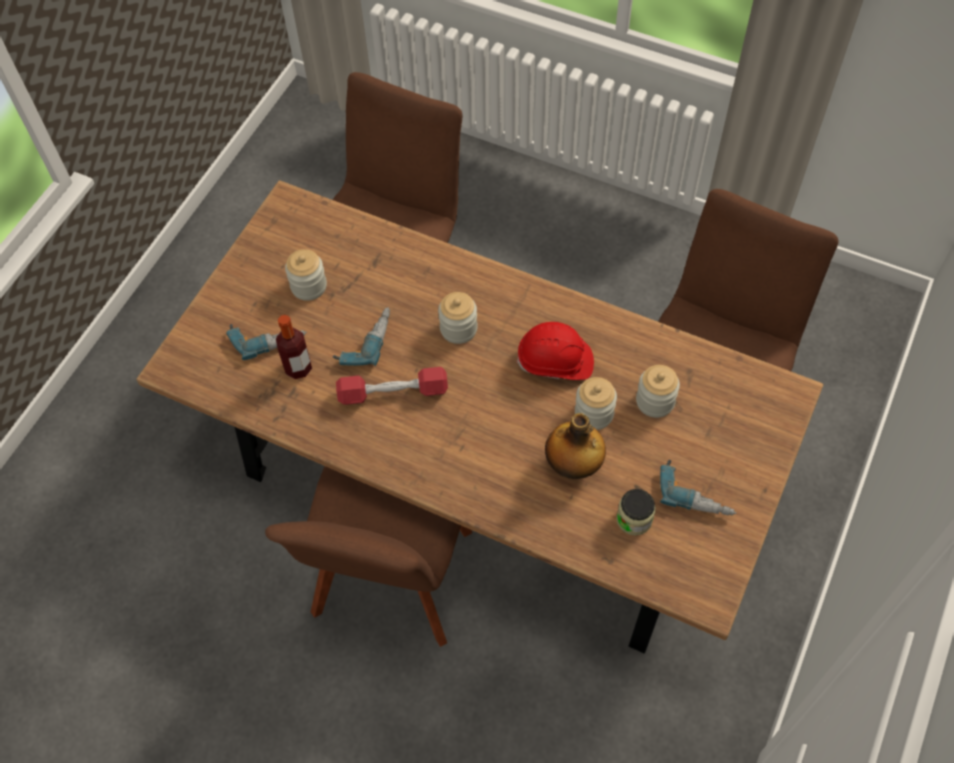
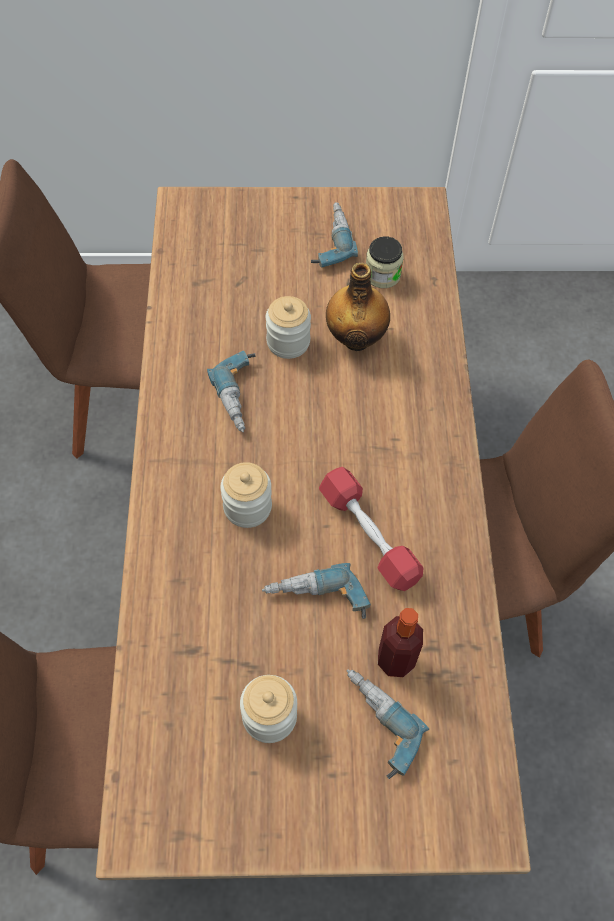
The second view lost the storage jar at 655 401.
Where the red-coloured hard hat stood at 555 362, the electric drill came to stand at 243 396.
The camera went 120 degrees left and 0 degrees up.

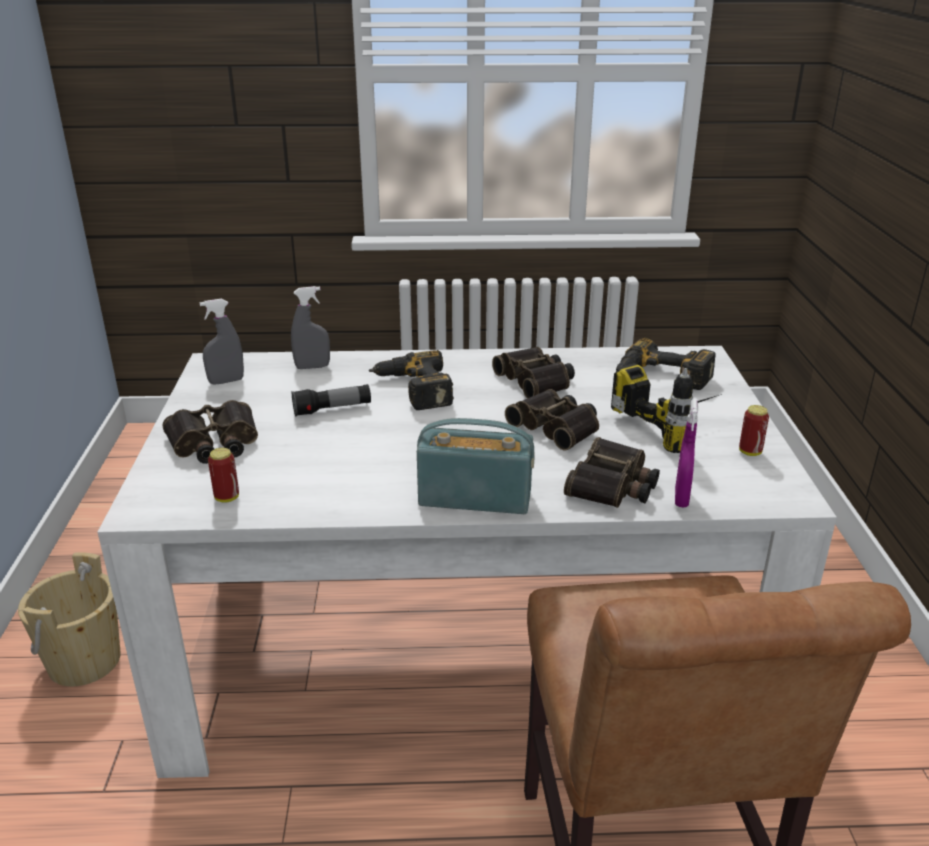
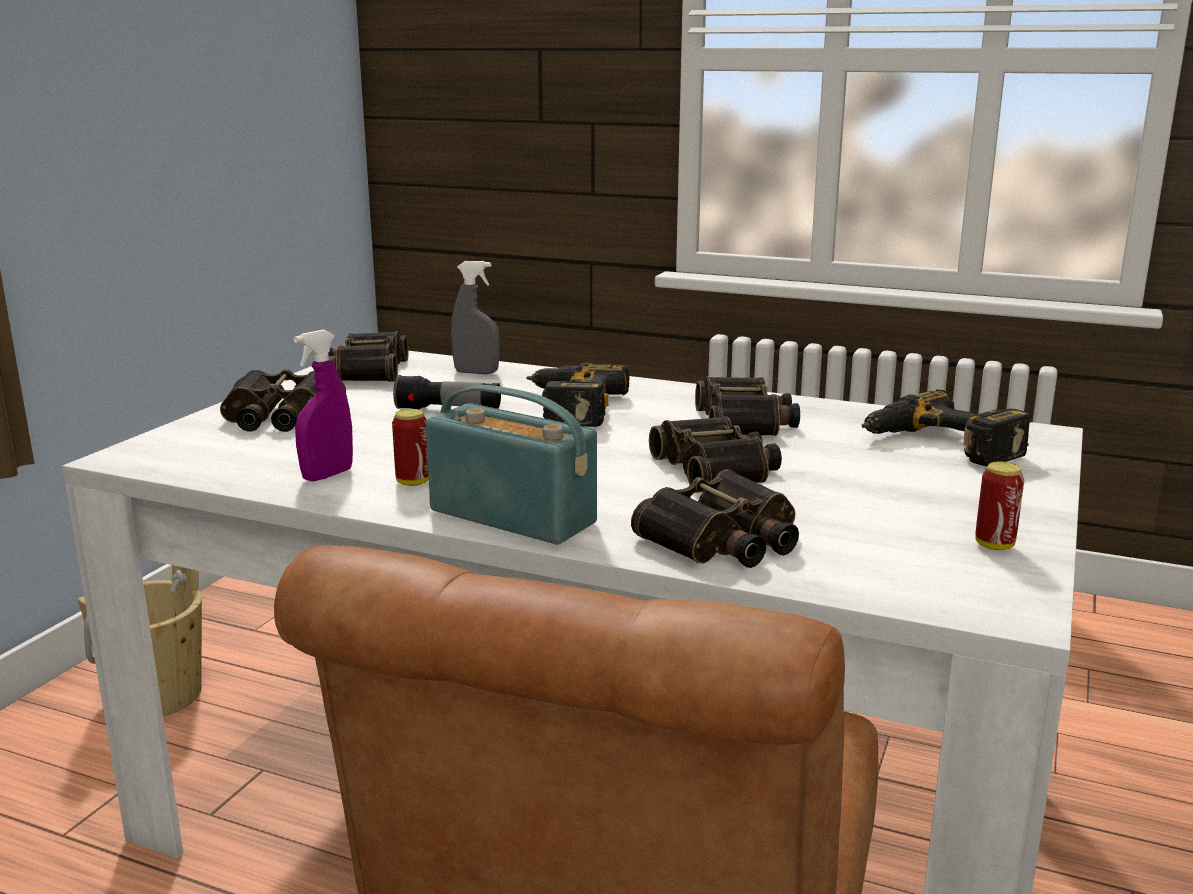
The second view lost the electric drill at 677 425.
The metal can ended up elsewhere, having gone from 227 498 to 413 482.
The purplish sprayer ended up elsewhere, having gone from 681 498 to 327 475.
Where the grey sprayer stood at 226 381, the field glasses came to stand at 365 371.
The camera went 25 degrees right and 10 degrees down.

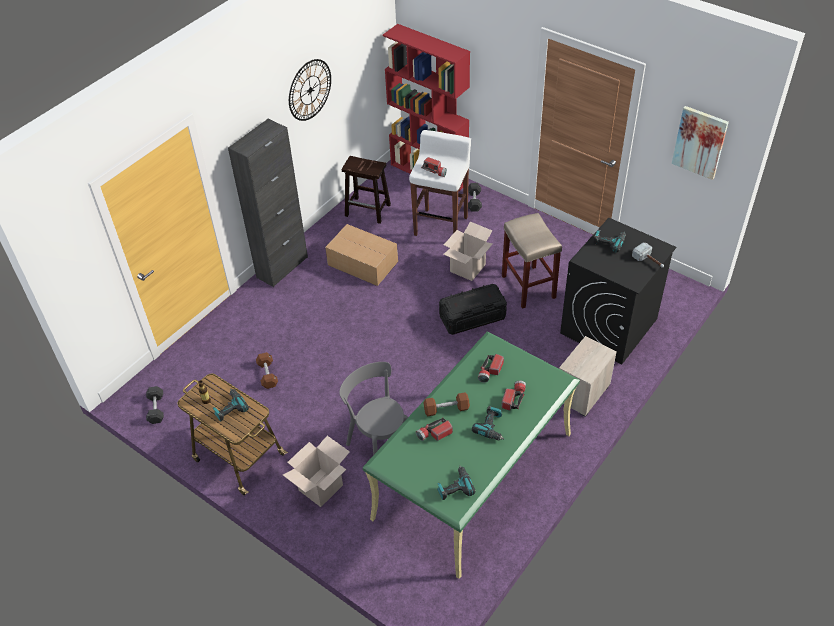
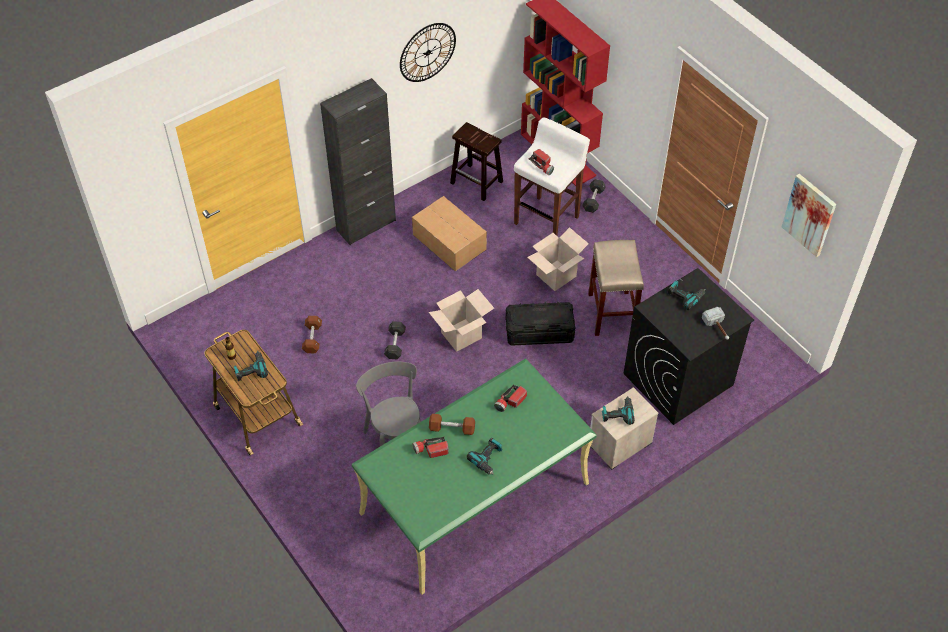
The second view lost the hand torch at 513 398.
The grey free weight ended up elsewhere, having gone from 156 409 to 395 344.
The packing box ended up elsewhere, having gone from 321 488 to 461 335.
The electric drill ended up elsewhere, having gone from 454 487 to 617 413.
The camera went 15 degrees right and 5 degrees up.

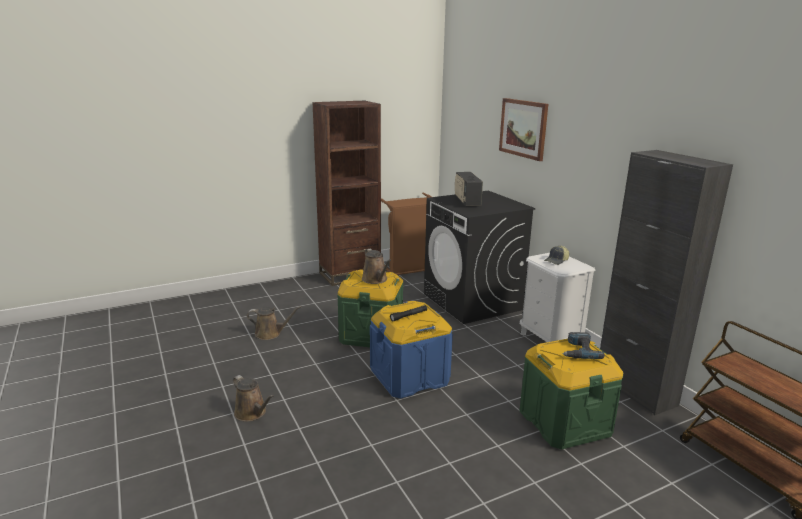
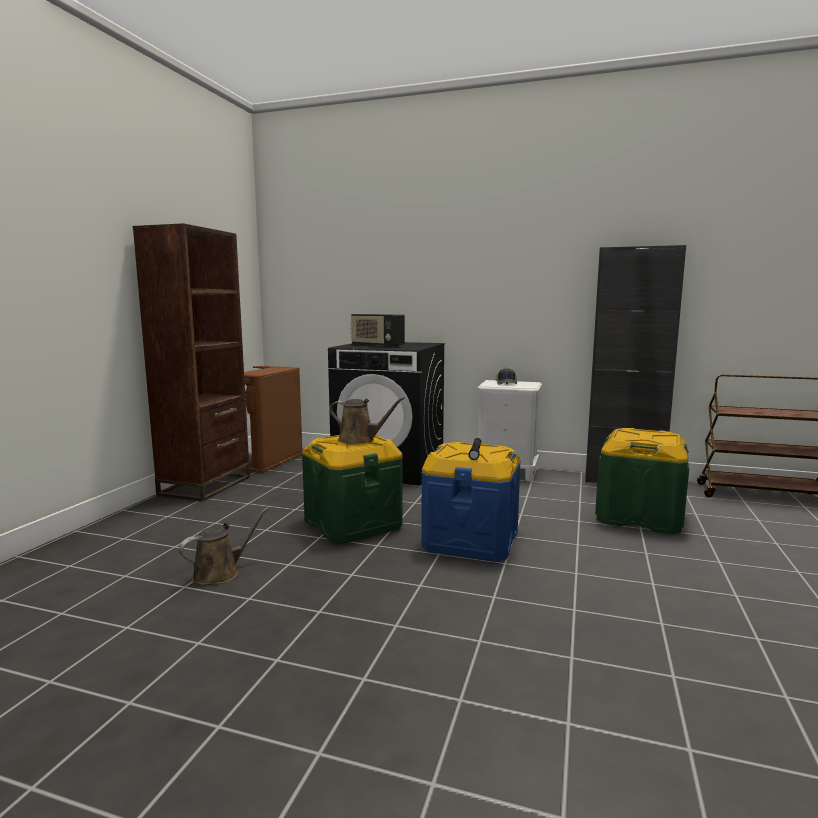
The second view lost the brownish watering can at 252 413.
The second view lost the picture at 523 128.
The second view lost the electric drill at 578 350.
The camera went 45 degrees left and 10 degrees down.

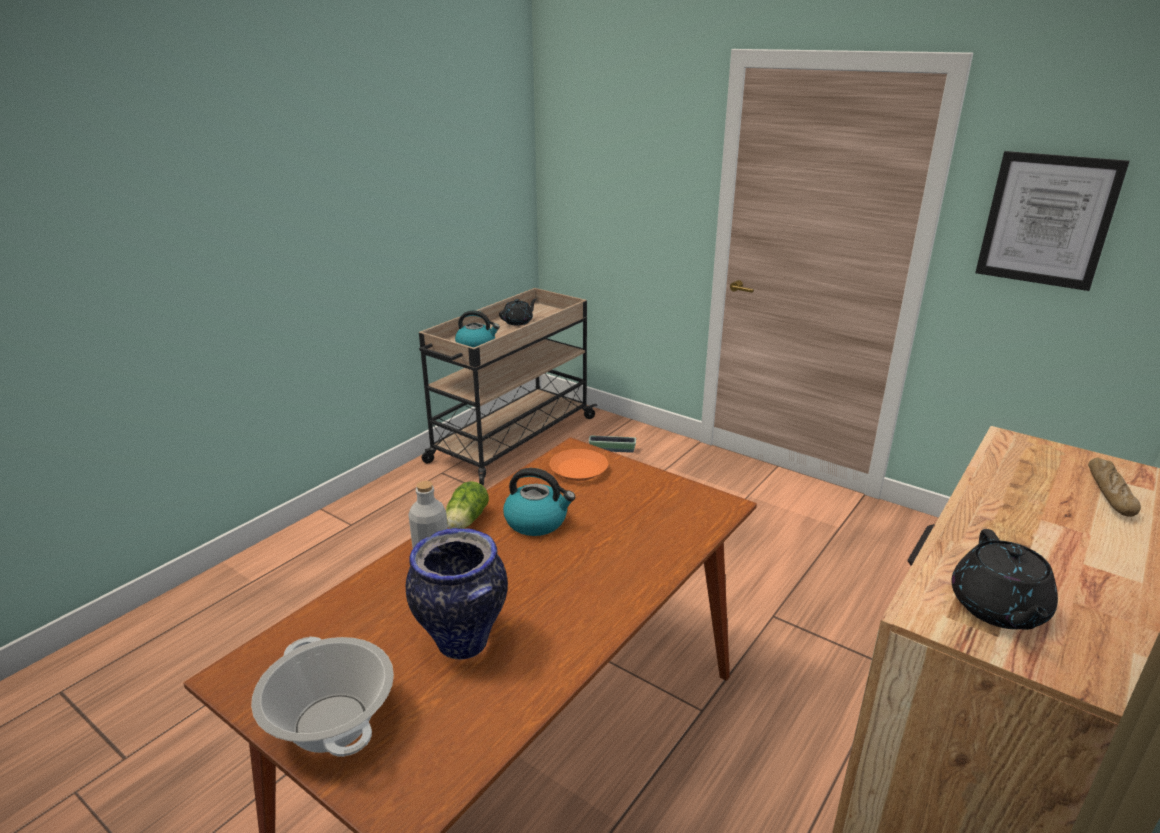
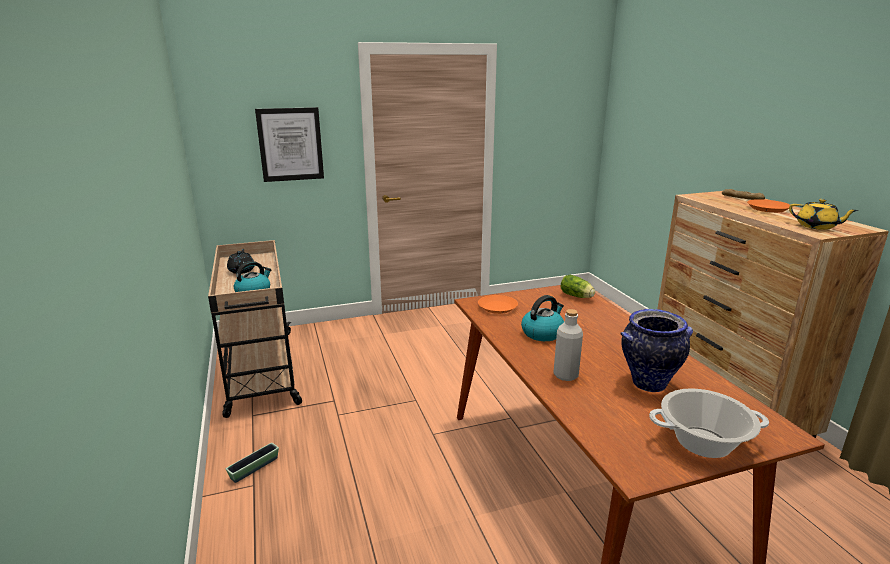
The second view gained the orange-coloured plate at 767 209.
The head of lettuce ended up elsewhere, having gone from 465 522 to 577 296.
The planter ended up elsewhere, having gone from 612 449 to 254 468.
The picture ended up elsewhere, having gone from 1047 220 to 290 144.
What was the blackish tea pot at 998 609 turned into the yellow tea pot at 816 226.
The camera went 55 degrees left and 5 degrees down.

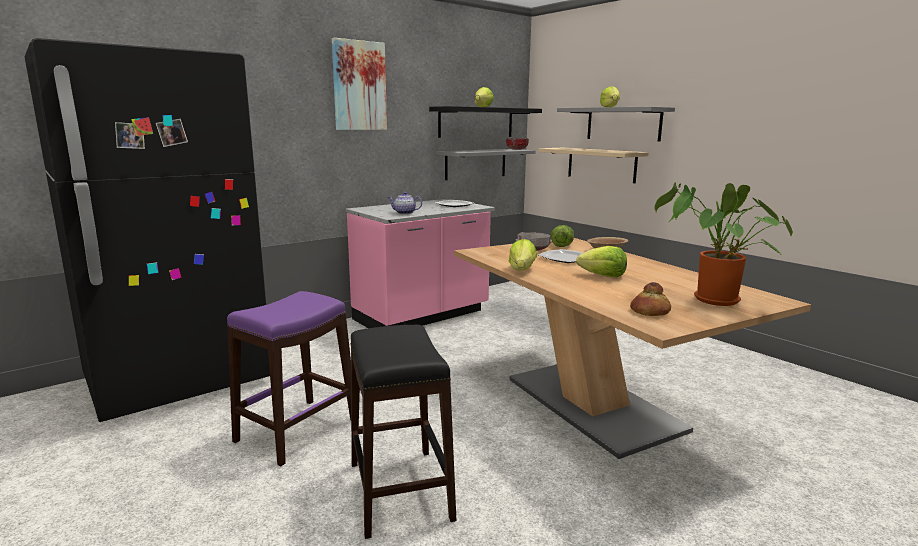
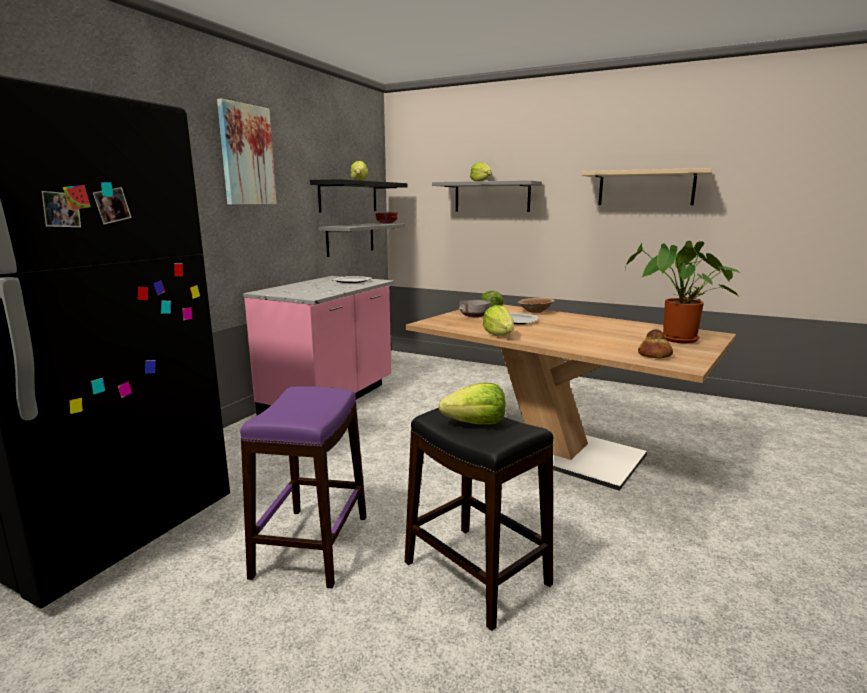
The second view lost the tea pot at 404 213.
The sand-coloured wall shelf ended up elsewhere, having gone from 601 164 to 646 188.
The head of lettuce ended up elsewhere, having gone from 603 276 to 476 423.
The camera went 25 degrees left and 0 degrees up.

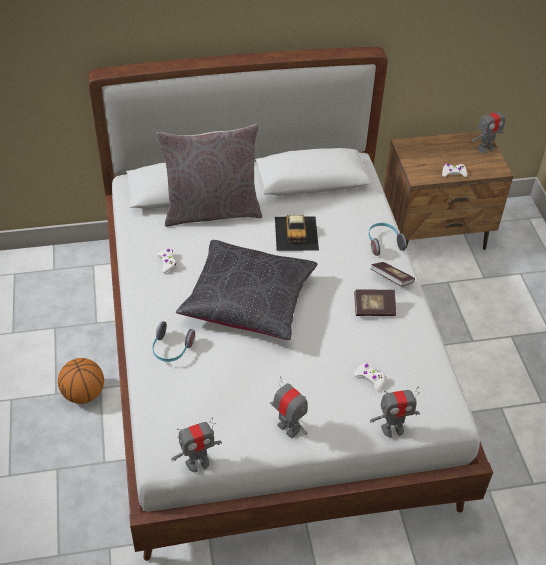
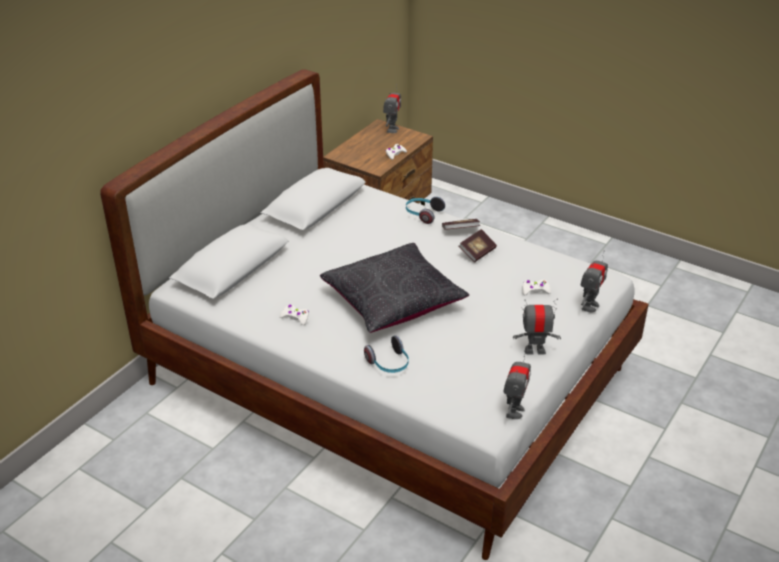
The second view lost the ball for basketball at 83 394.
The second view lost the grey throw pillow at 212 211.
The second view lost the toy car at 296 233.
The camera went 45 degrees left and 10 degrees down.

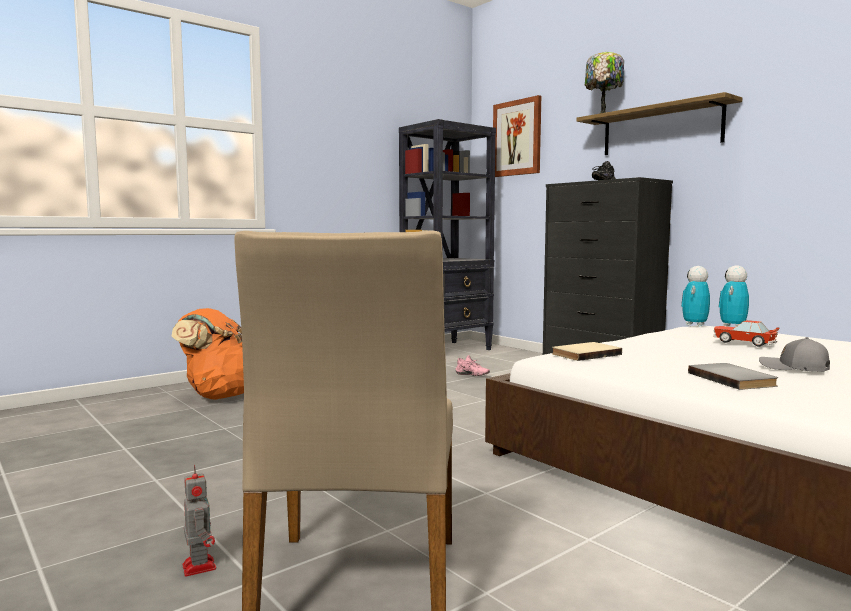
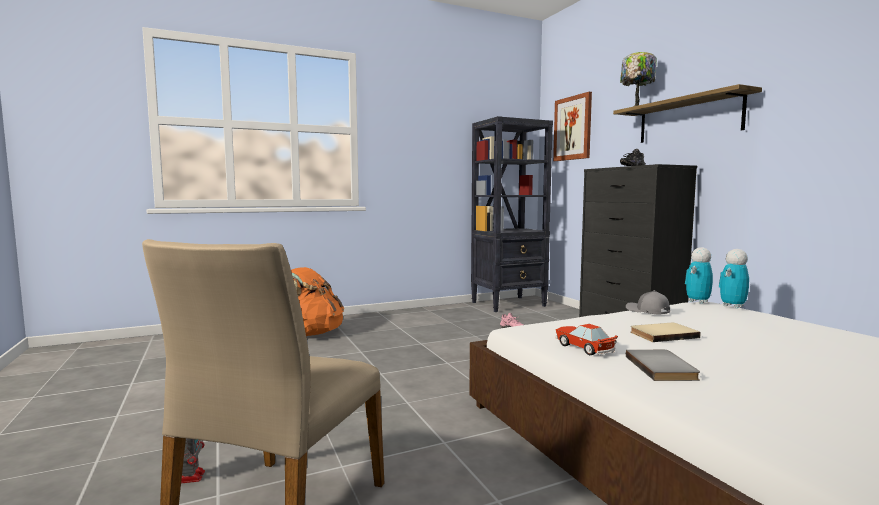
The sand-coloured volume ended up elsewhere, having gone from 584 354 to 662 334.
The toy car ended up elsewhere, having gone from 743 342 to 583 348.
The grey baseball cap ended up elsewhere, having gone from 794 368 to 647 311.
The camera went 15 degrees right and 0 degrees up.

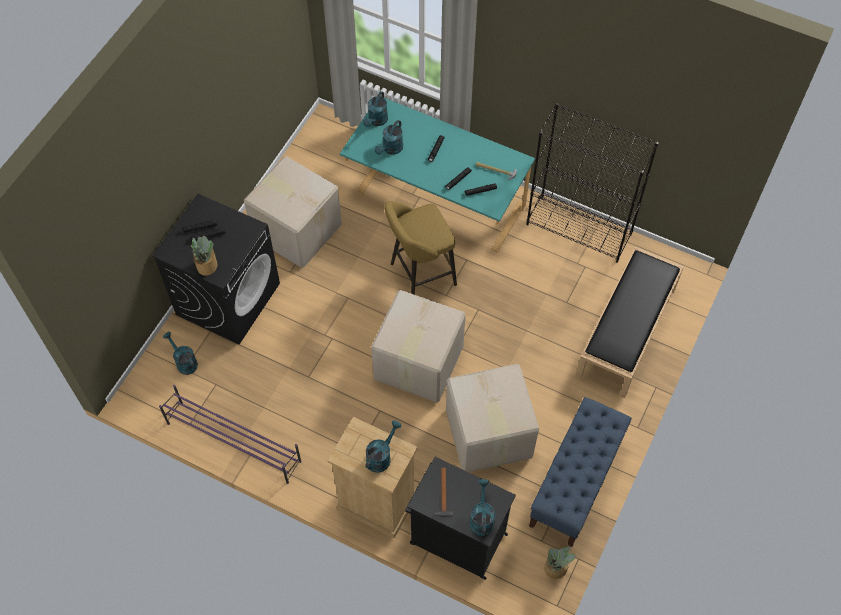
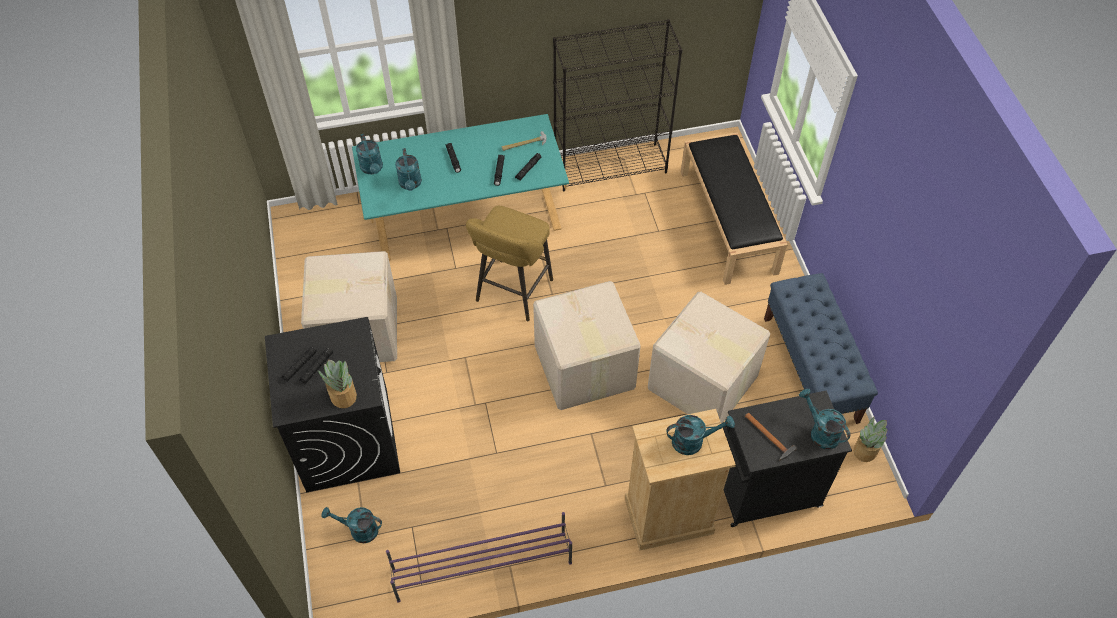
The turquoise watering can at 381 456 ended up facing another way, 90 degrees clockwise from before.
The camera went 40 degrees left and 5 degrees down.

